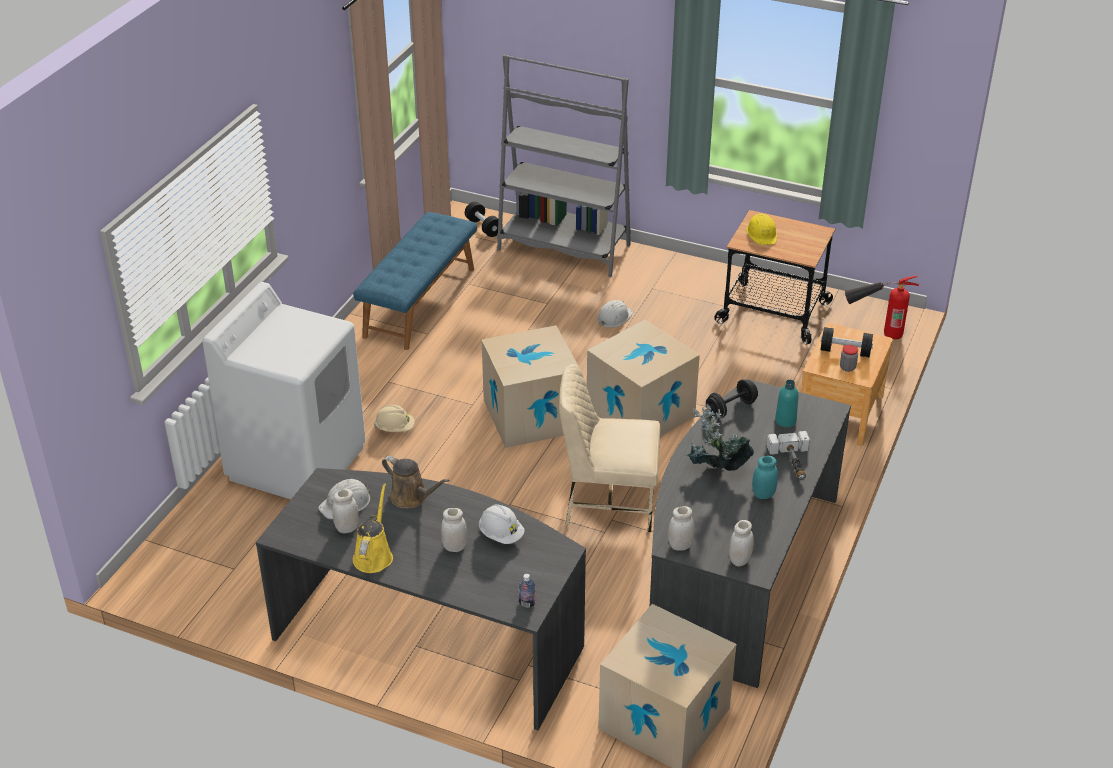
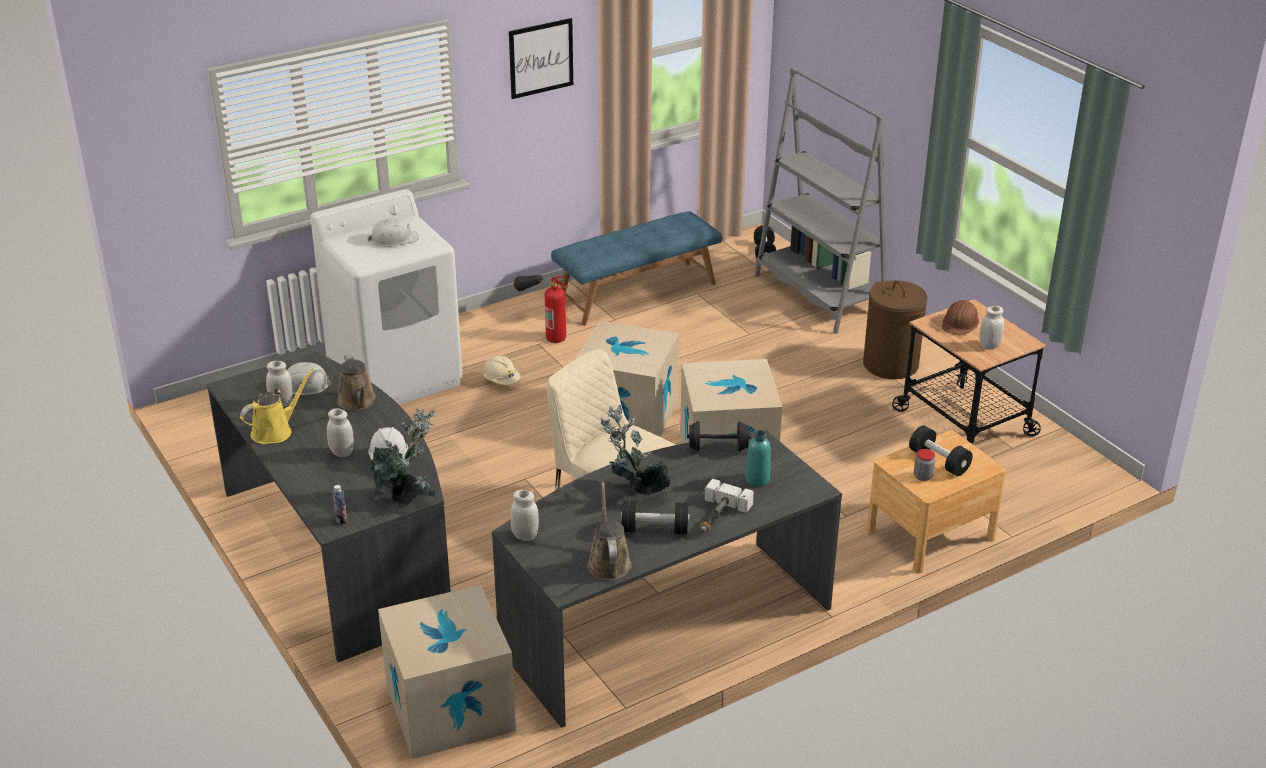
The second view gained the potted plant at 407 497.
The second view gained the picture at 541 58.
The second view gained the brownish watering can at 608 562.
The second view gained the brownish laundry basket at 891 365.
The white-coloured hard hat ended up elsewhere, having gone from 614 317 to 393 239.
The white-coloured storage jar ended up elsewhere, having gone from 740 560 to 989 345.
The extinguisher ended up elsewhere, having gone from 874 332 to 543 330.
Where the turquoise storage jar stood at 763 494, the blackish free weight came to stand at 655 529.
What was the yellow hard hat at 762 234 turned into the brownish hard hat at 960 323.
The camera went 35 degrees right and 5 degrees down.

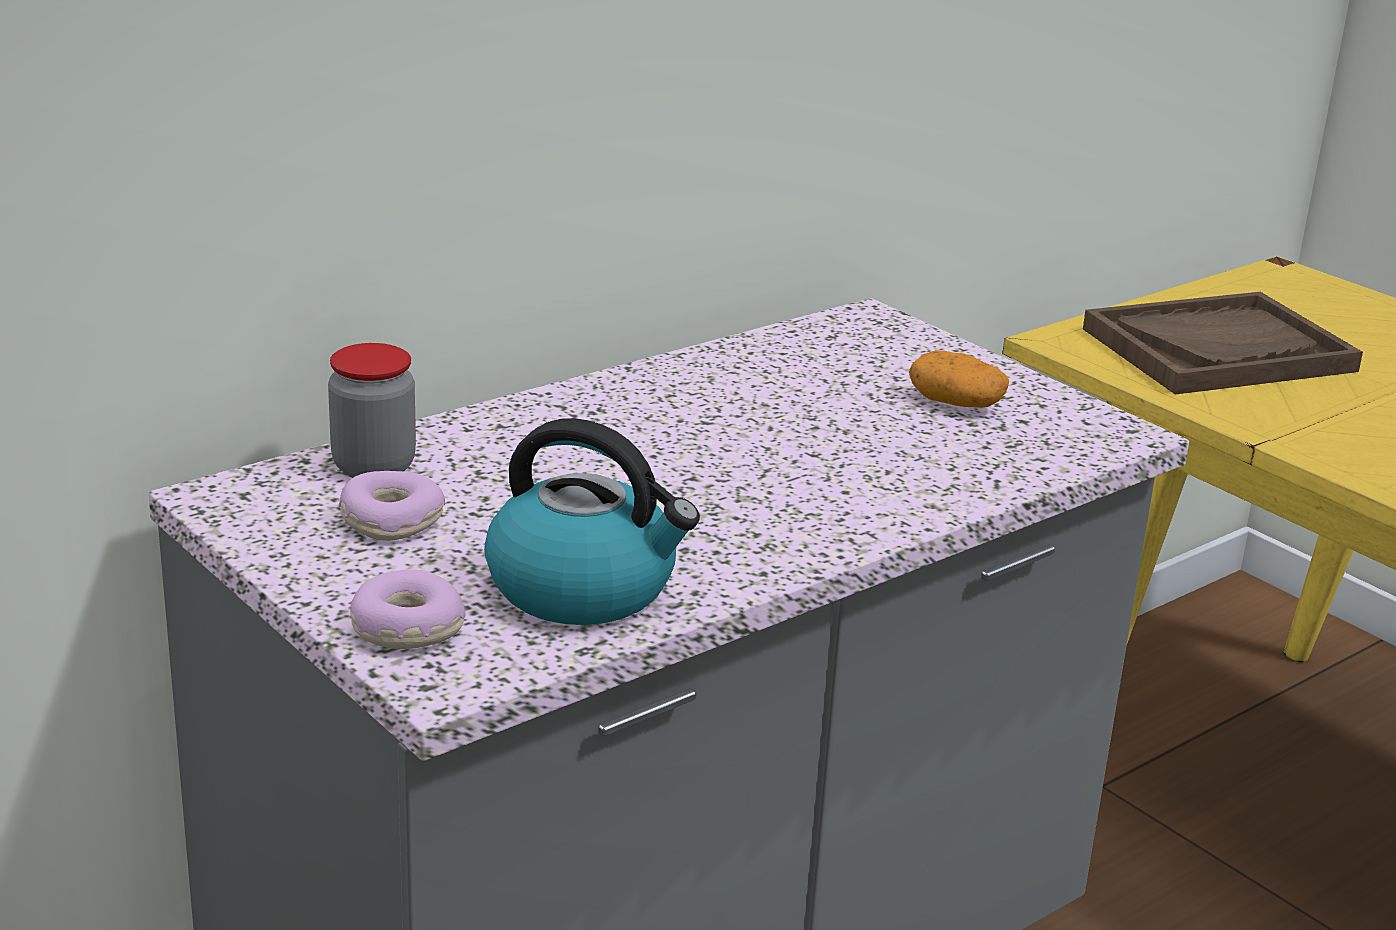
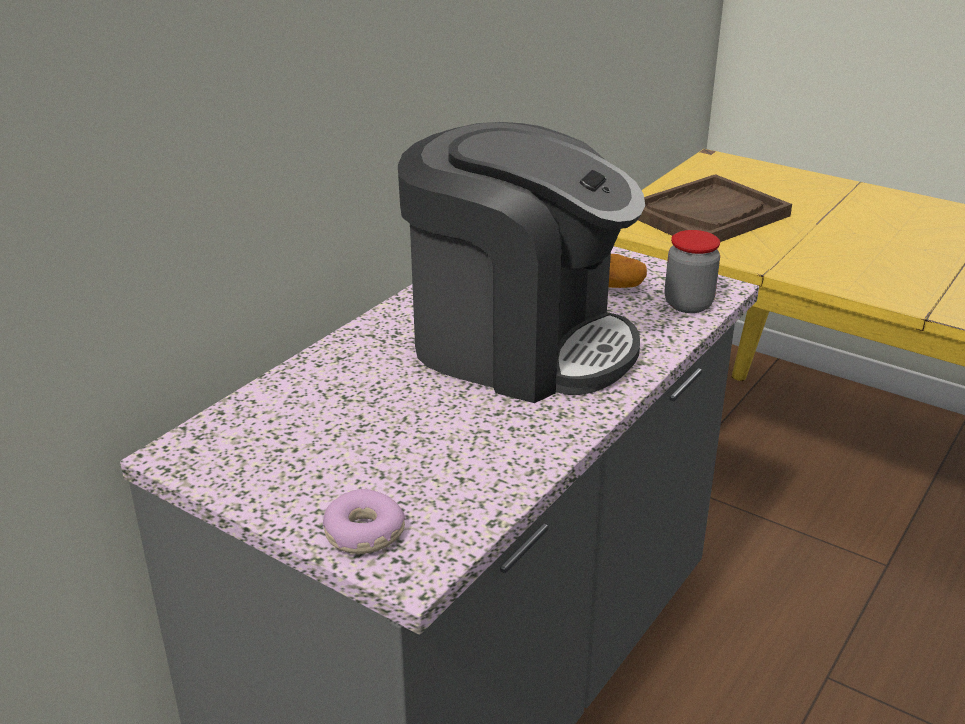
The second view lost the doughnut at 391 520.
The second view lost the tea kettle at 584 588.
The second view gained the coffee machine at 518 344.
The storage jar ended up elsewhere, having gone from 374 467 to 688 304.
The camera went 15 degrees left and 5 degrees up.

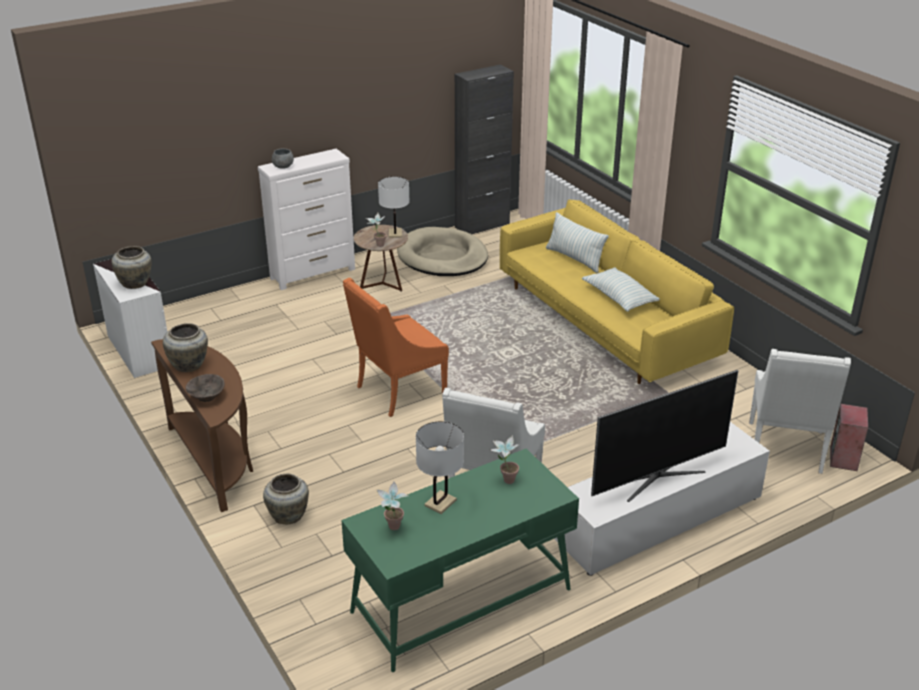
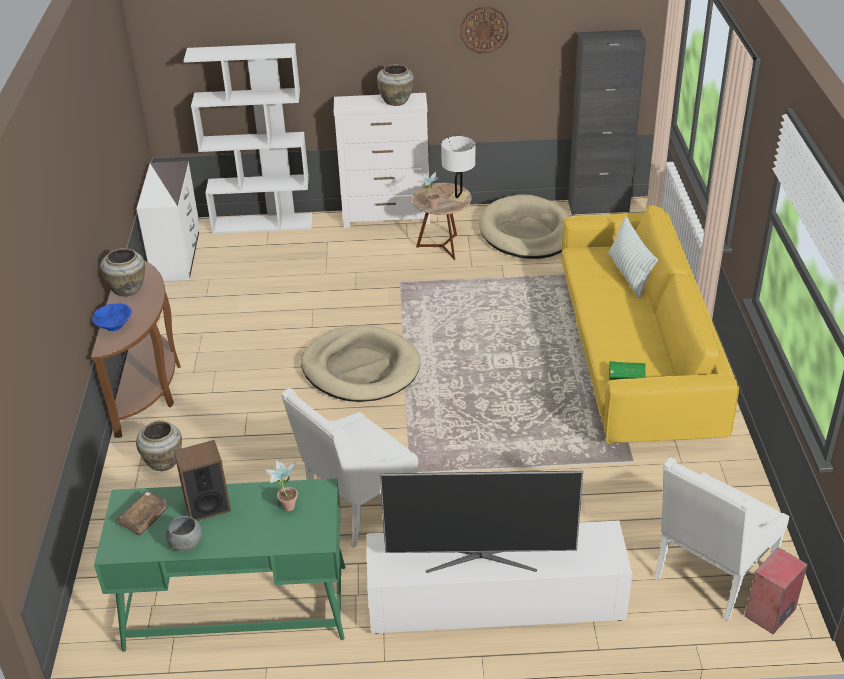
The second view lost the throw pillow at 619 298.
The second view gained the white-coloured bookcase at 263 223.
The second view gained the hanging clock at 484 30.
The second view gained the green-coloured volume at 626 376.
The sand-coloured vase ended up elsewhere, having gone from 136 284 to 396 102.
The grey serving bowl ended up elsewhere, having gone from 283 167 to 185 543.
Where the orange-coloured armchair stood at 398 391, the sand-coloured pet bed came to stand at 361 368.
Where the potted plant stood at 393 529, the brownish volume came to stand at 144 517.
Where the white-coloured table lamp stood at 440 503, the loudspeaker came to stand at 207 506.
What was the brownish serving bowl at 206 396 turned into the bluish serving bowl at 114 325.
The camera went 30 degrees right and 5 degrees up.

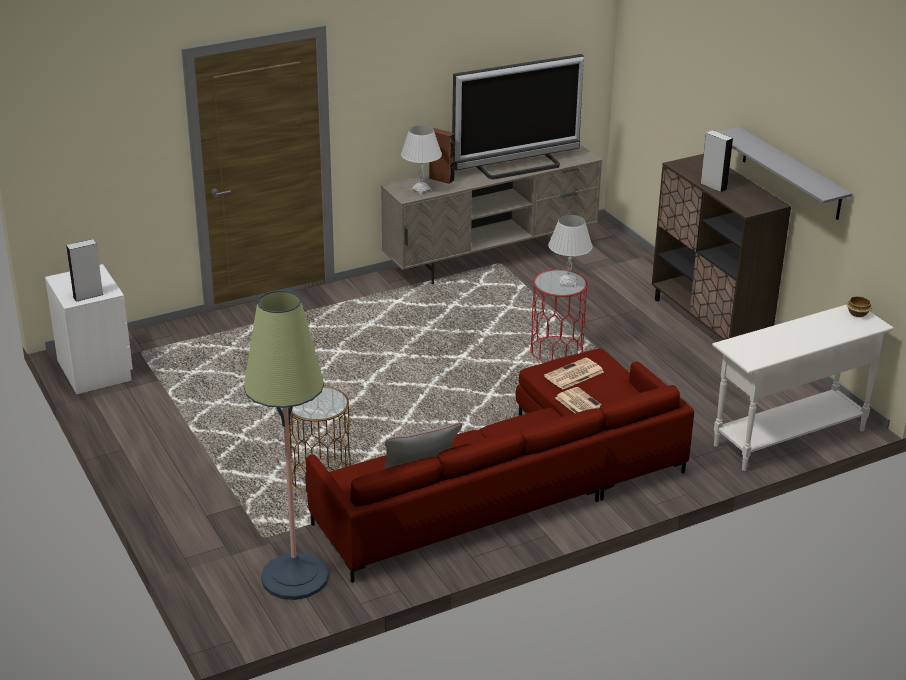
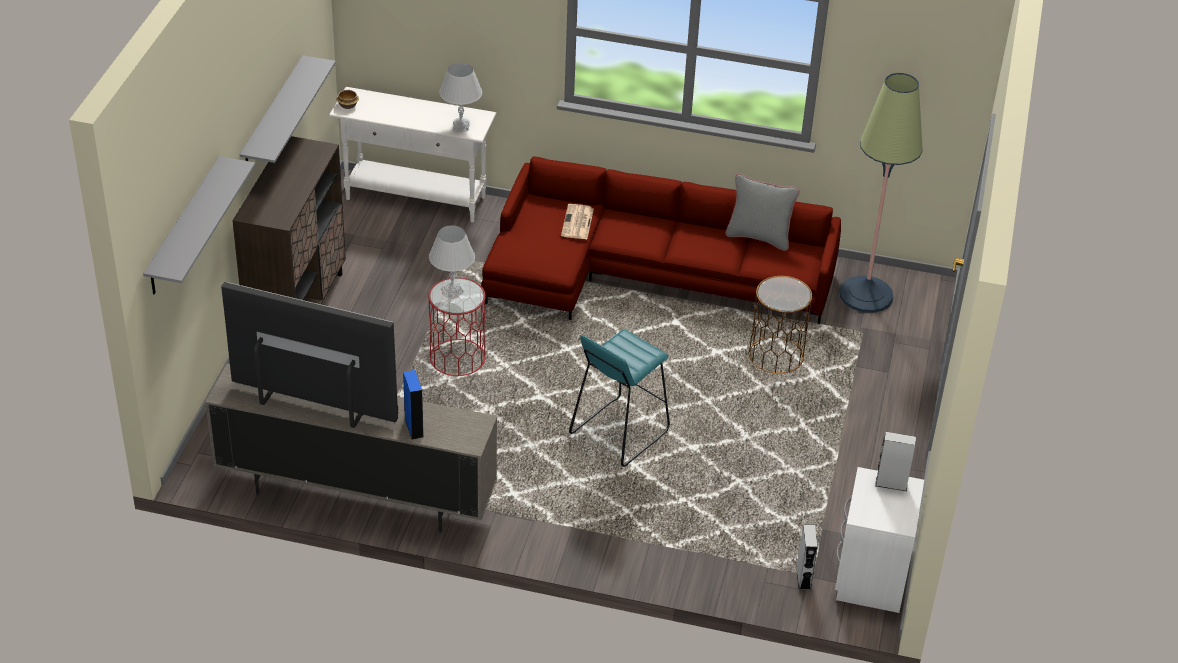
The second view lost the newspaper at 573 375.
The second view gained the grey wall shelf at 184 227.
The second view gained the turquoise stool seat at 618 432.
The white-coloured table lamp ended up elsewhere, having gone from 421 190 to 461 126.
The grey loudspeaker ended up elsewhere, having gone from 713 186 to 803 578.
What was the brownish loudspeaker at 441 179 turned into the bluish loudspeaker at 414 427.
The camera went 140 degrees left and 10 degrees up.

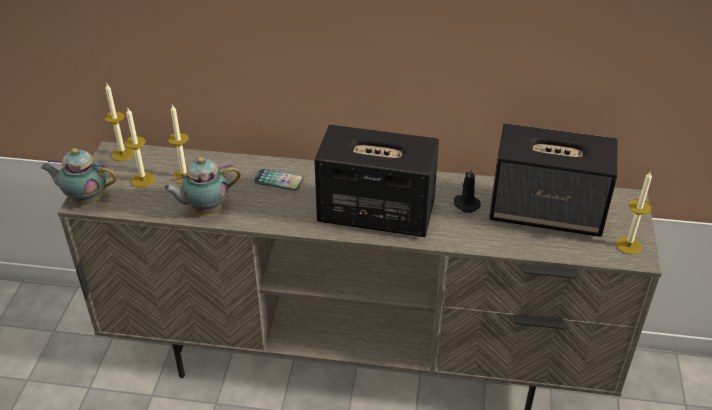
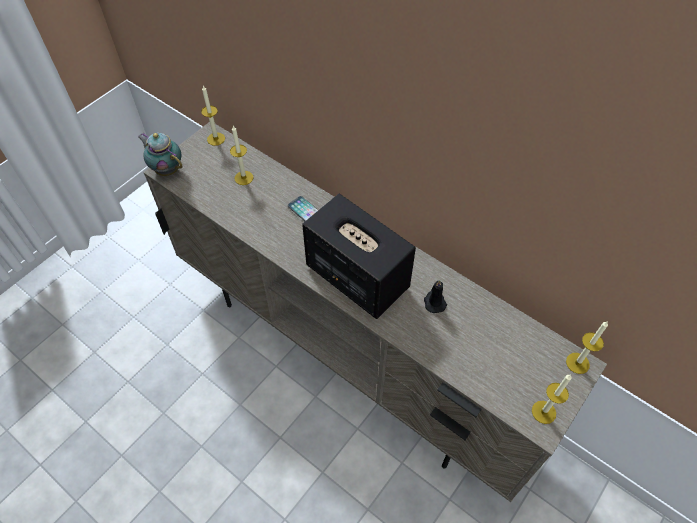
The second view lost the tea pot at 205 210.
The second view lost the loudspeaker at 547 212.
The wax candle ended up elsewhere, having gone from 143 180 to 577 363.
The camera went 30 degrees right and 15 degrees up.

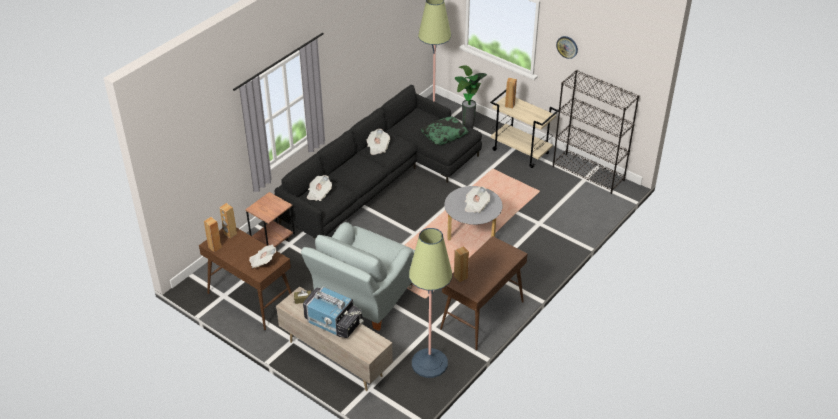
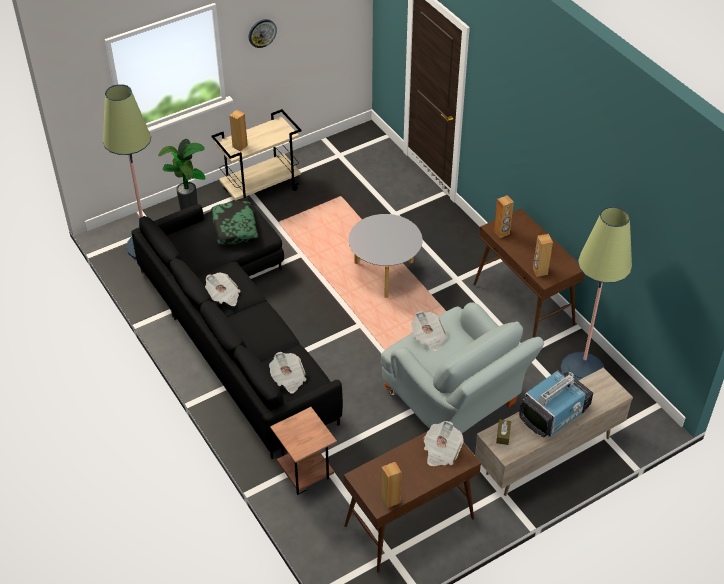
The second view lost the blackish bookcase at 588 173.
The brownish loudspeaker ended up elsewhere, having gone from 230 234 to 501 233.
The newspaper ended up elsewhere, having gone from 476 205 to 428 337.
The camera went 70 degrees left and 5 degrees up.

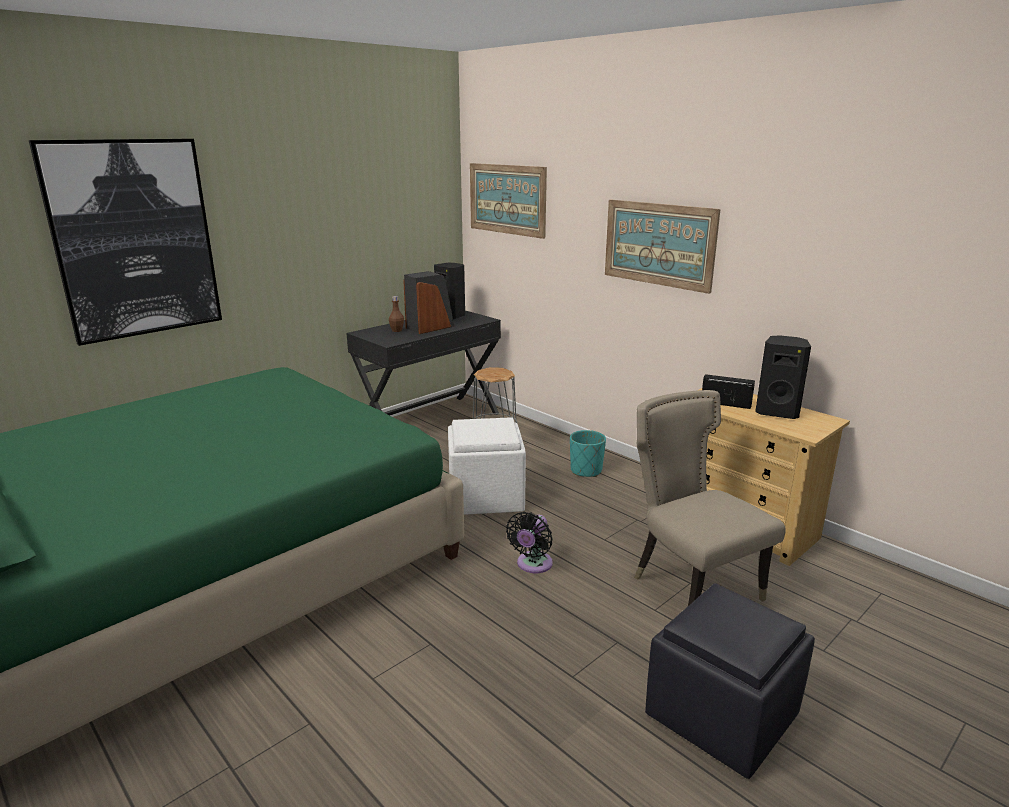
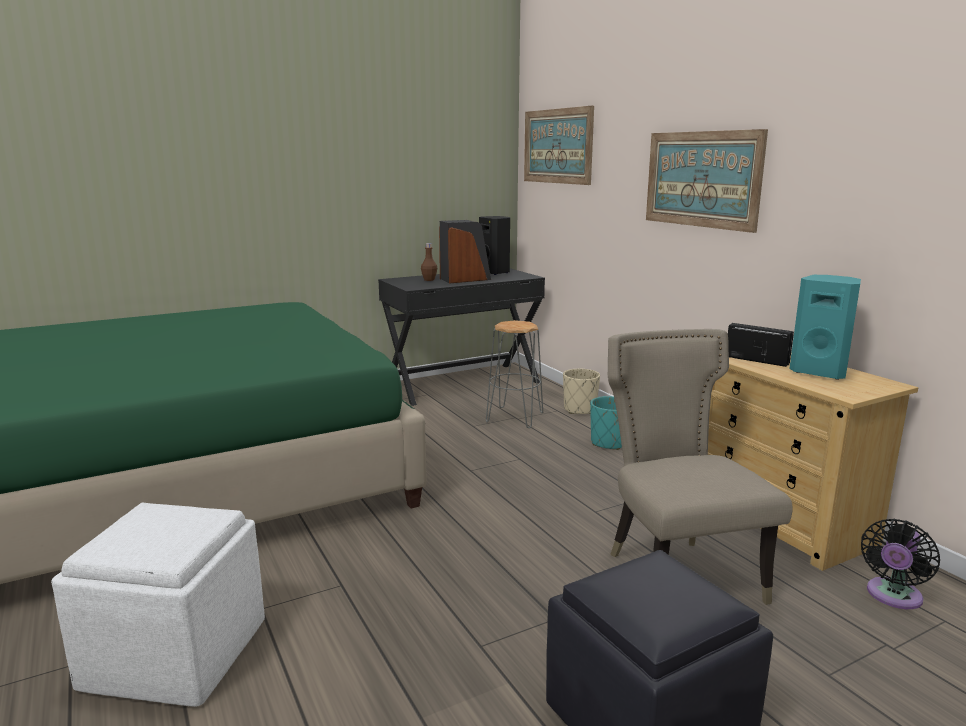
The second view lost the picture at 135 239.
The second view gained the sand-coloured planter at 579 409.
The white-coloured footrest ended up elsewhere, having gone from 485 496 to 175 652.
The blackish cooling fan ended up elsewhere, having gone from 532 565 to 892 597.
What was the blackish loudspeaker at 777 412 turned into the turquoise loudspeaker at 820 372.
The camera went 15 degrees right and 5 degrees down.

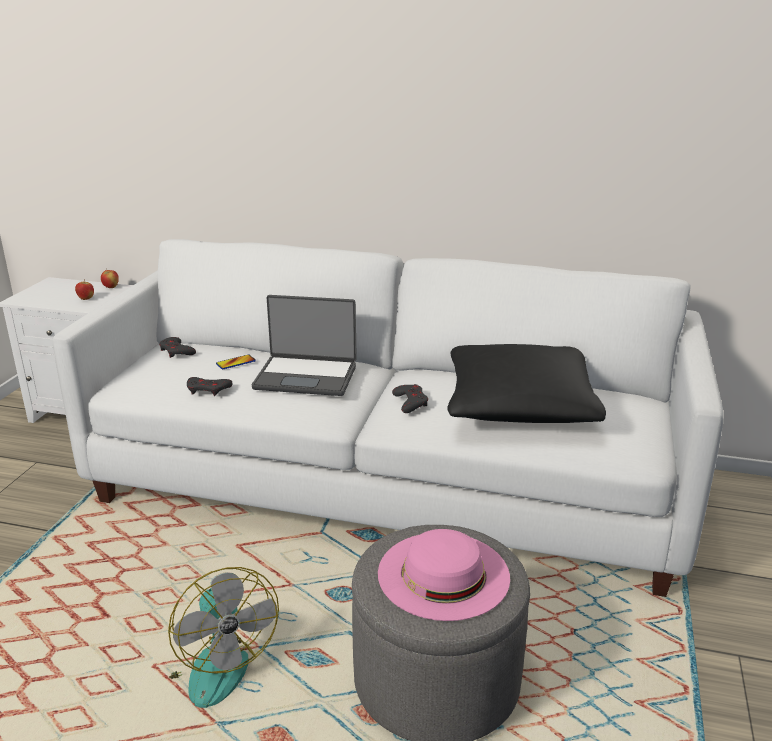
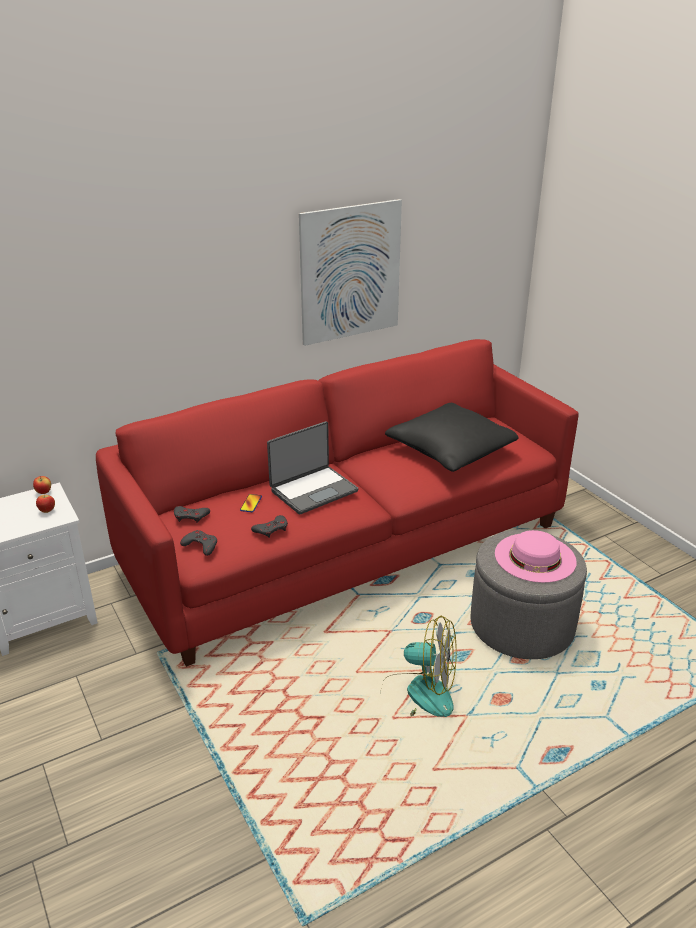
The second view gained the picture at 350 272.
The grey joypad ended up elsewhere, having gone from 410 402 to 200 545.
What was the white-coloured settee at 387 485 turned into the red-coloured settee at 347 547.
The camera went 45 degrees left and 5 degrees up.

